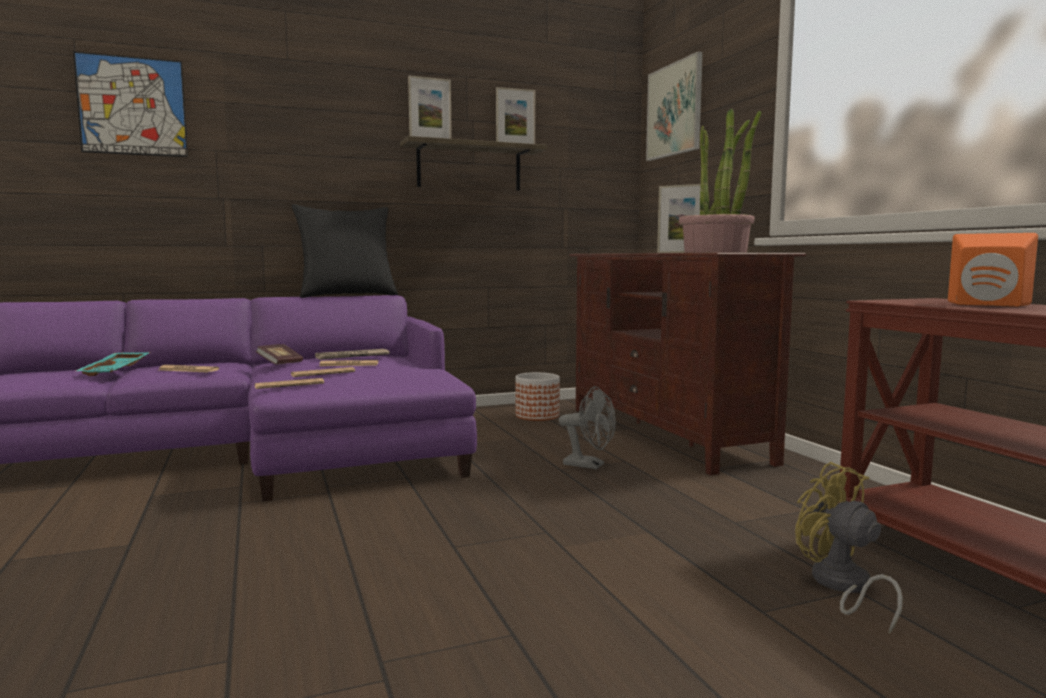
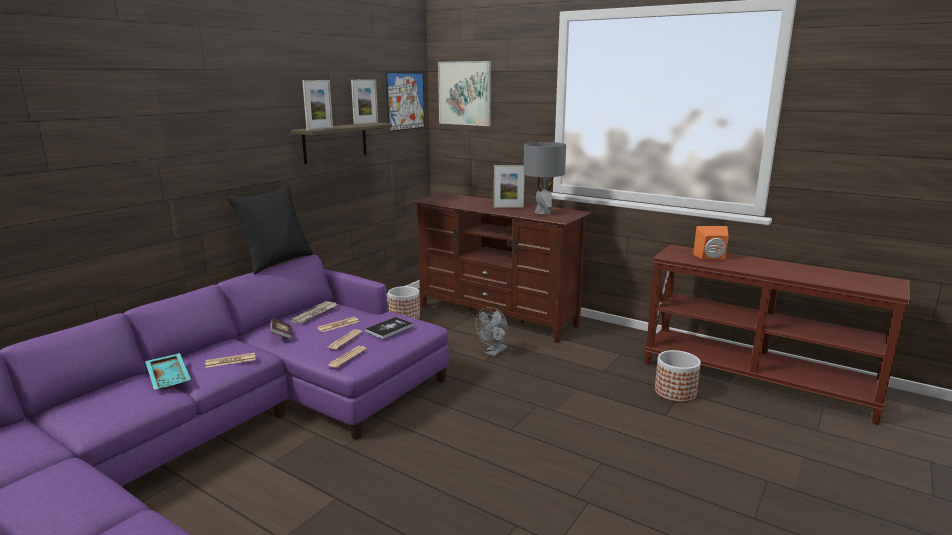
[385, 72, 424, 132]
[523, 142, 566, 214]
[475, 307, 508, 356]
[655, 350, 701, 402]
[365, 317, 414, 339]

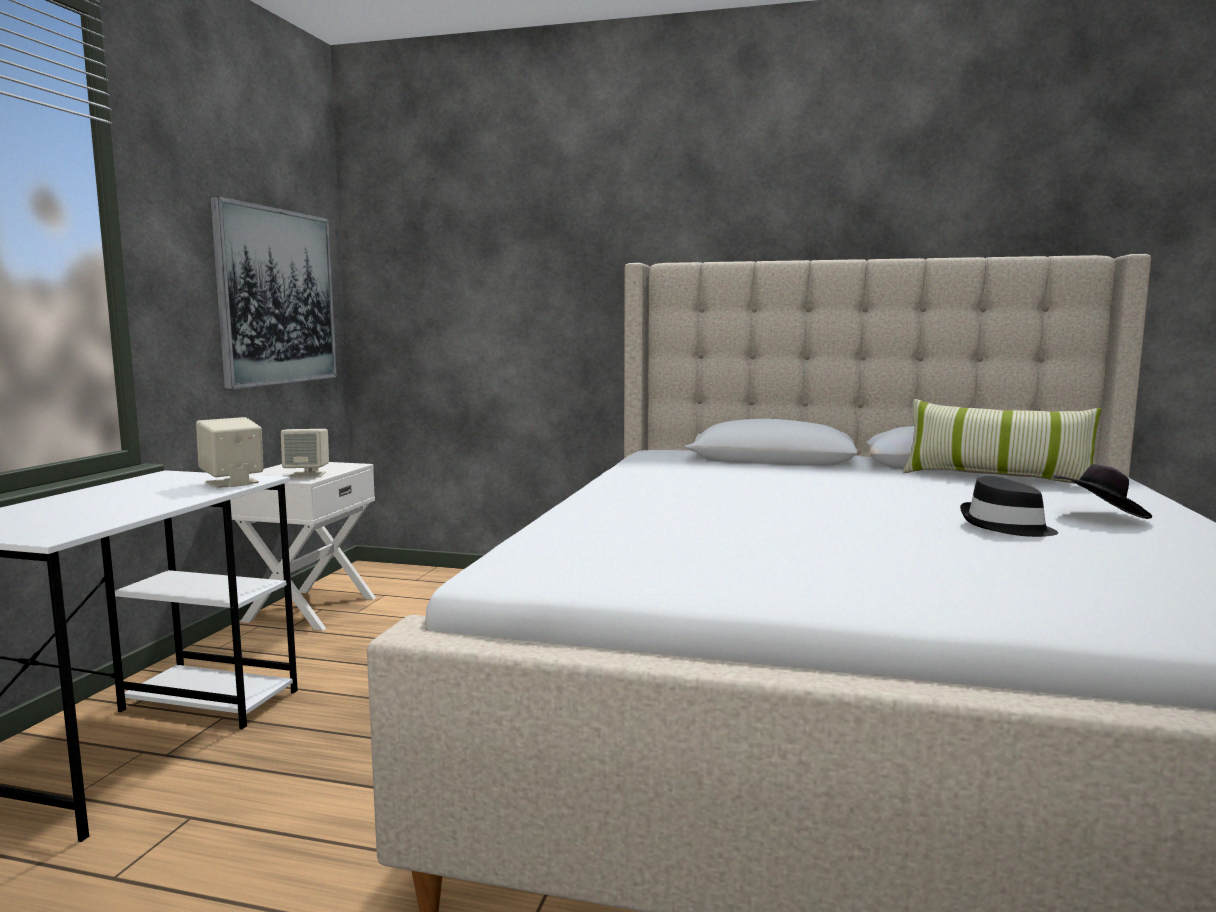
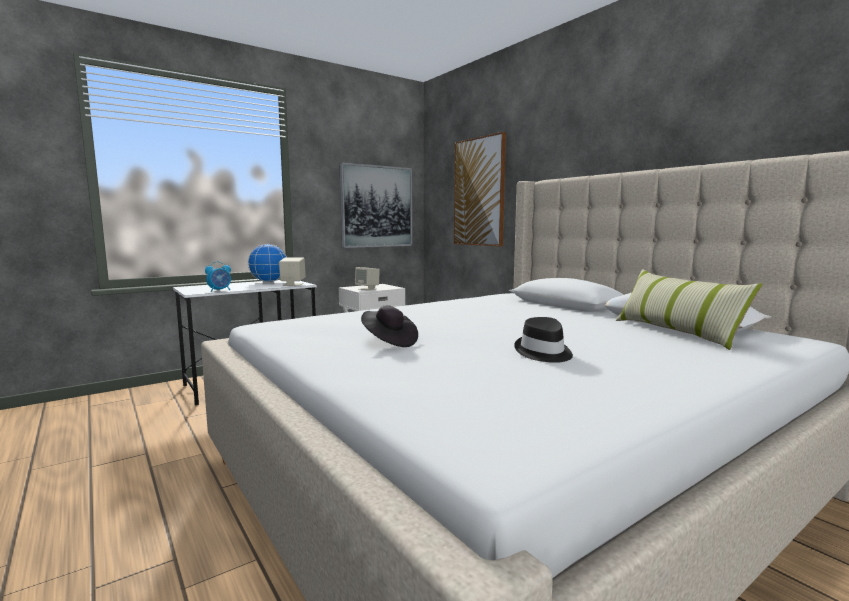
[361, 305, 418, 347]
[454, 132, 506, 246]
[248, 244, 287, 282]
[205, 261, 231, 292]

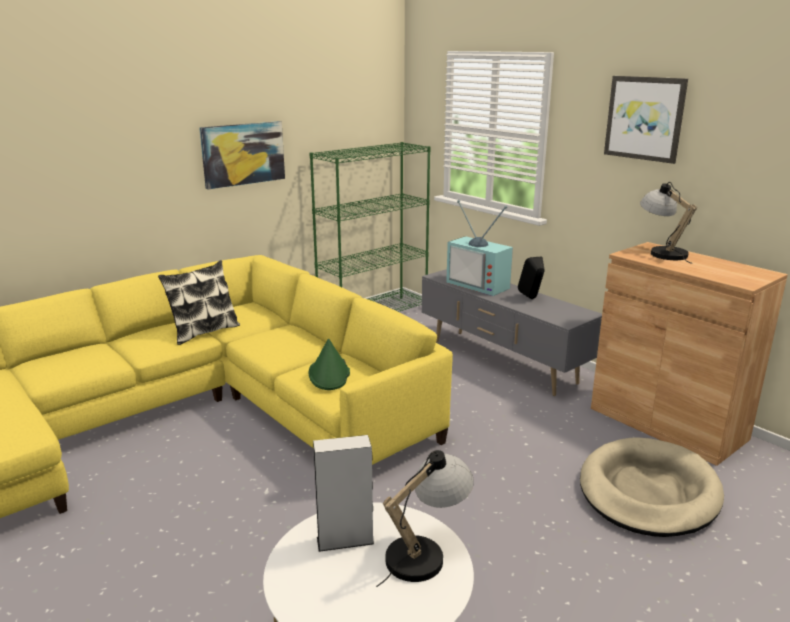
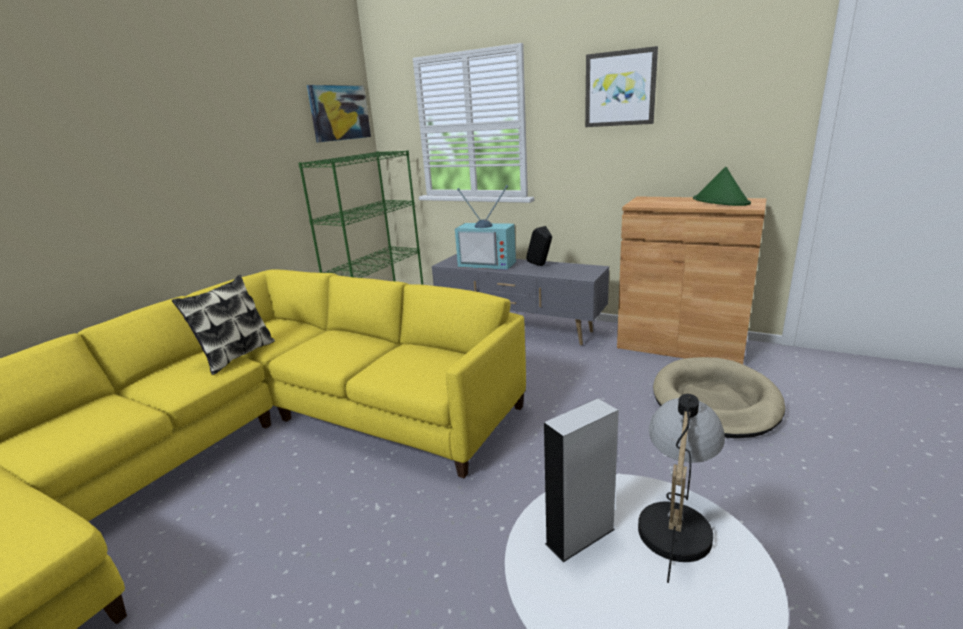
[307, 85, 371, 142]
[640, 182, 697, 264] (first image)
[693, 167, 751, 206]

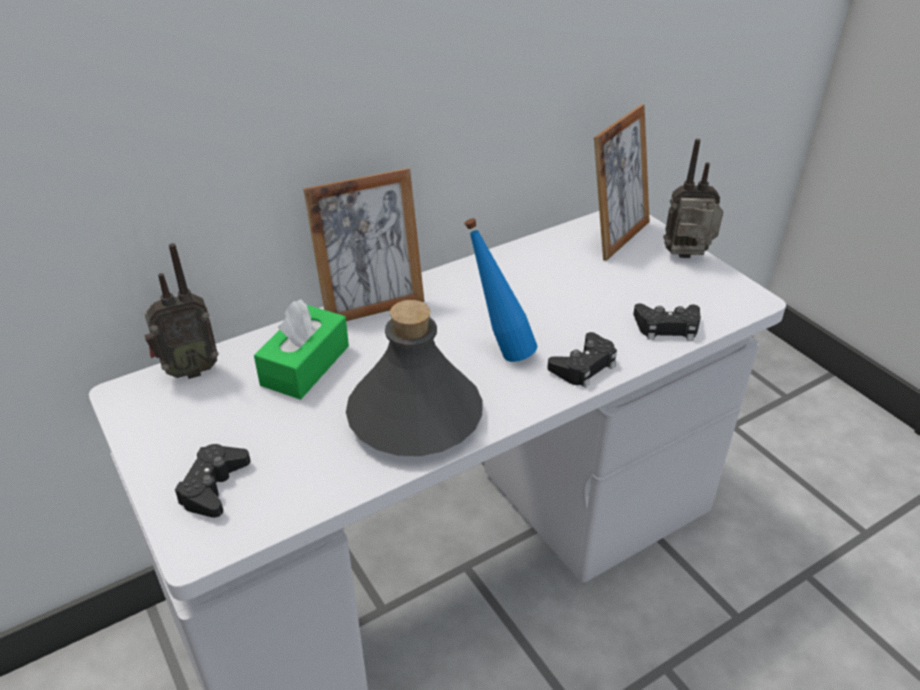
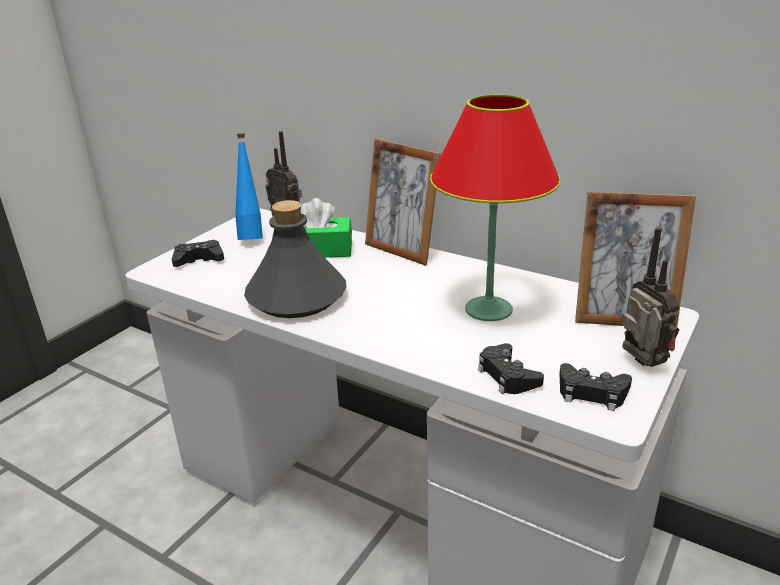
[235, 134, 263, 240]
[560, 363, 632, 411]
[430, 95, 561, 321]

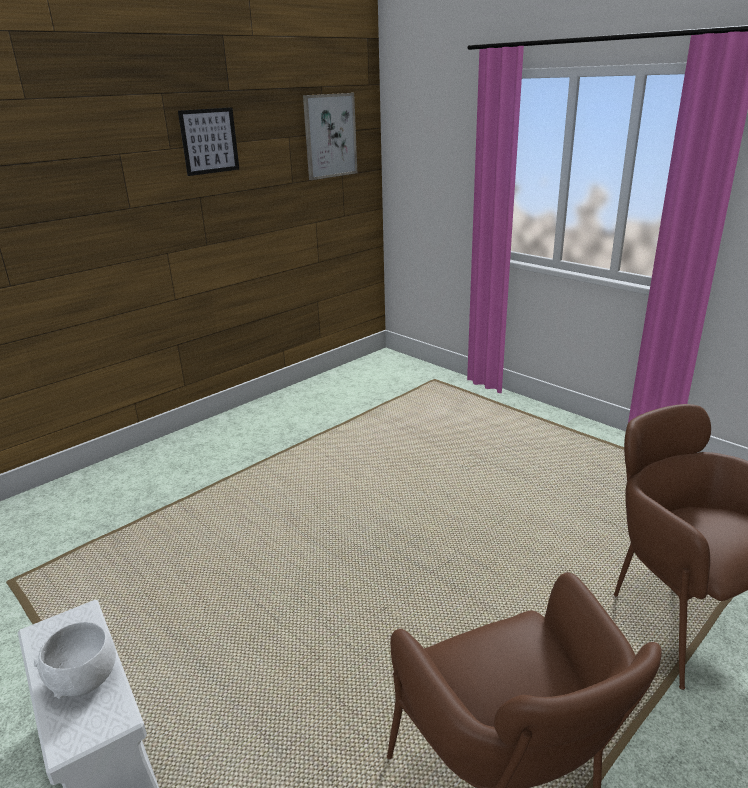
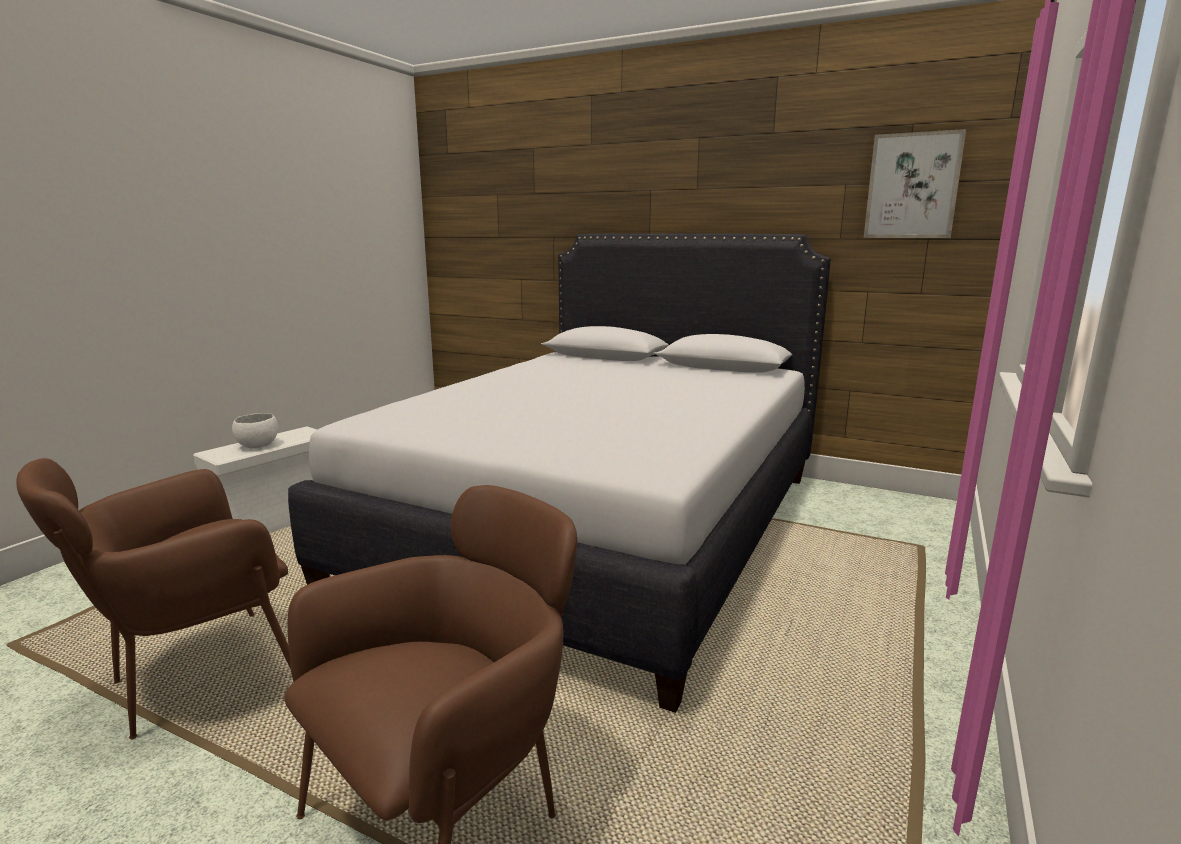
[178, 107, 239, 176] (first image)
[288, 233, 831, 713]

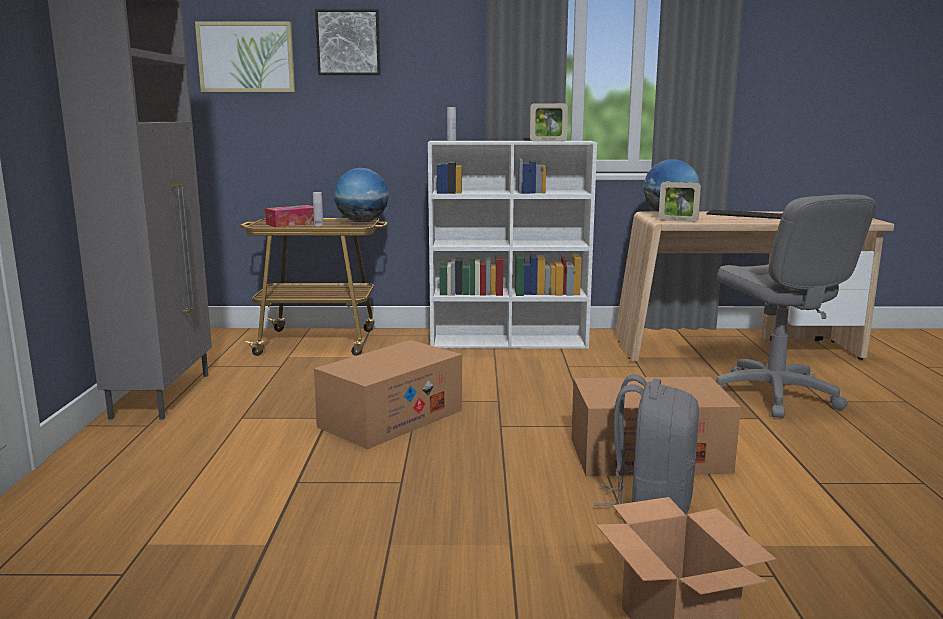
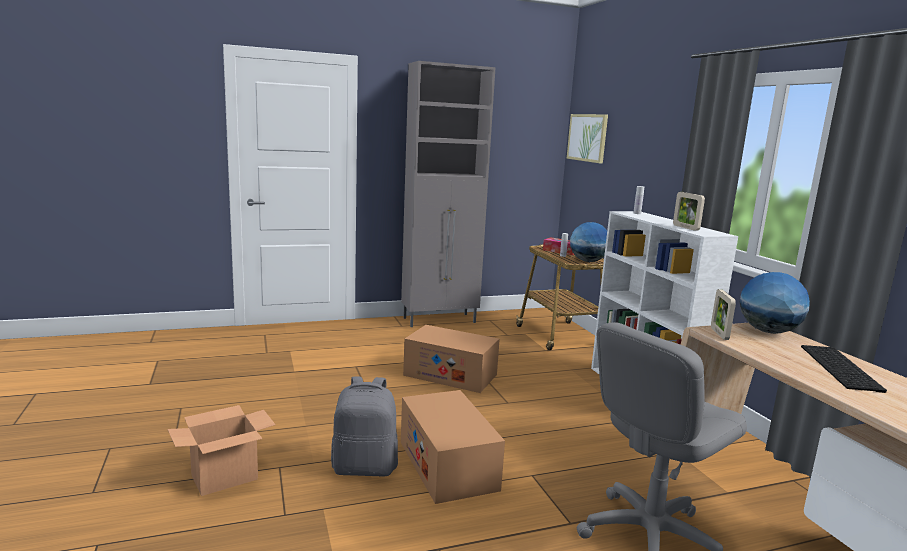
[315, 9, 381, 75] (first image)

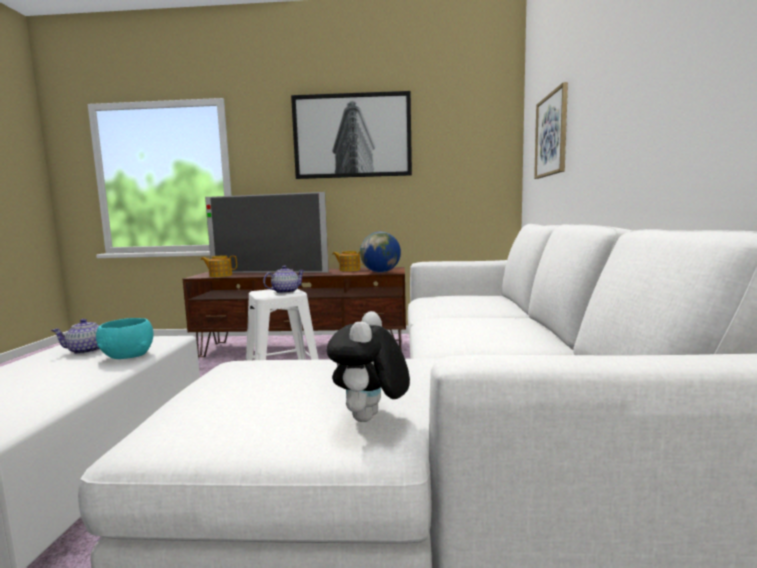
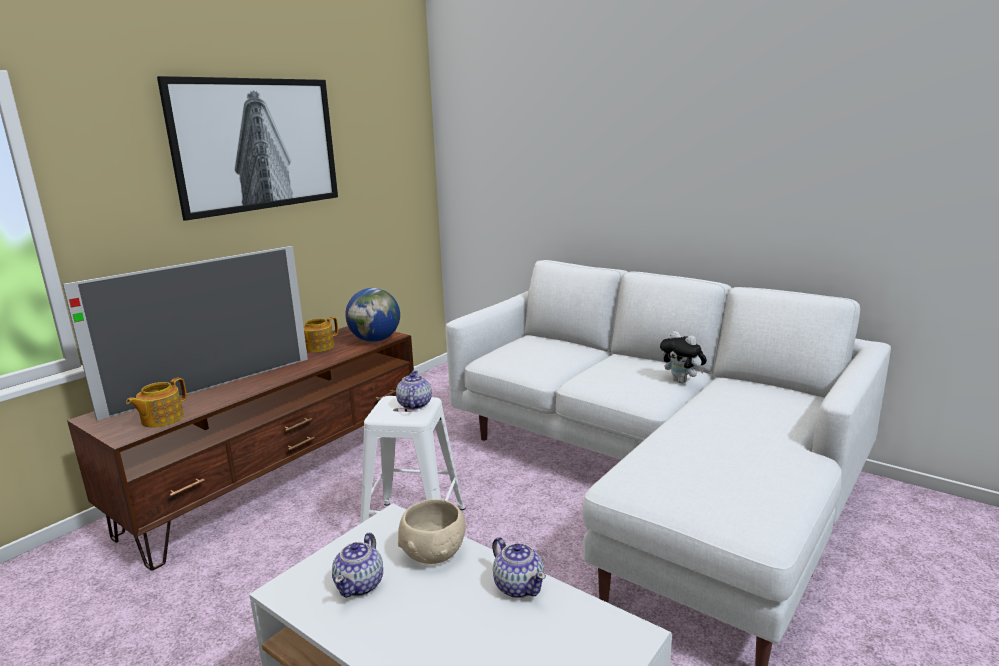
[534, 82, 568, 179] (first image)
[660, 331, 707, 383]
[398, 499, 466, 564]
[492, 537, 546, 598]

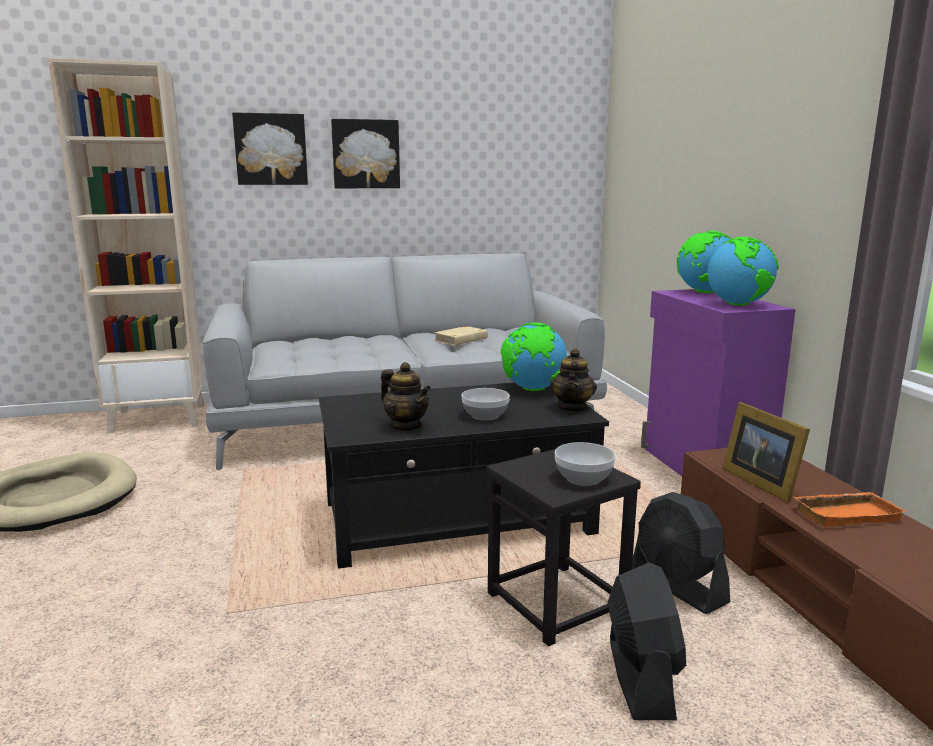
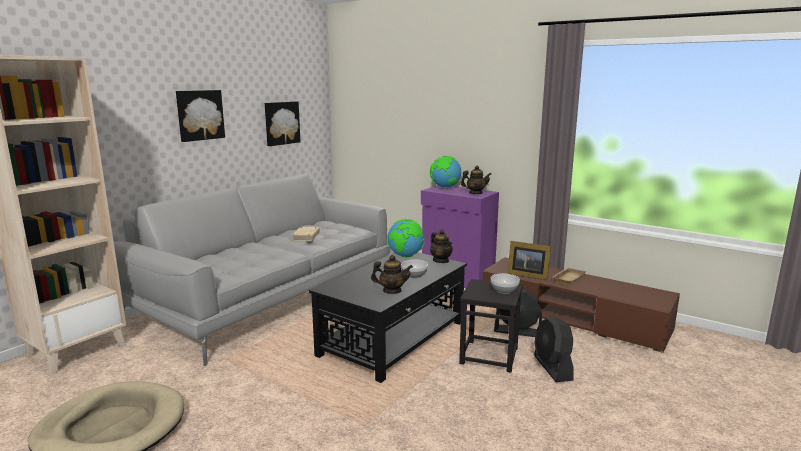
[265, 101, 301, 146]
[461, 166, 491, 194]
[553, 268, 586, 286]
[534, 317, 574, 382]

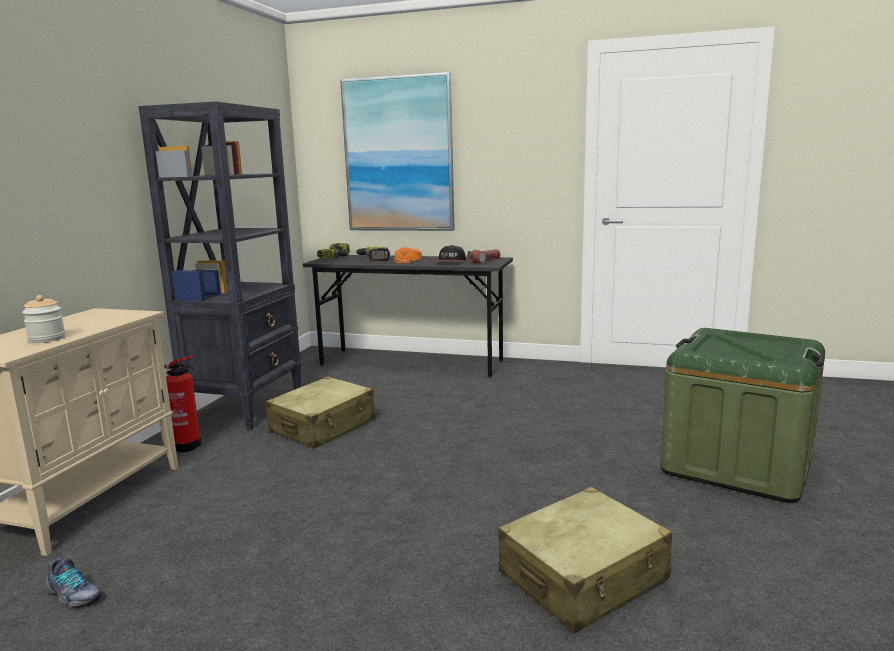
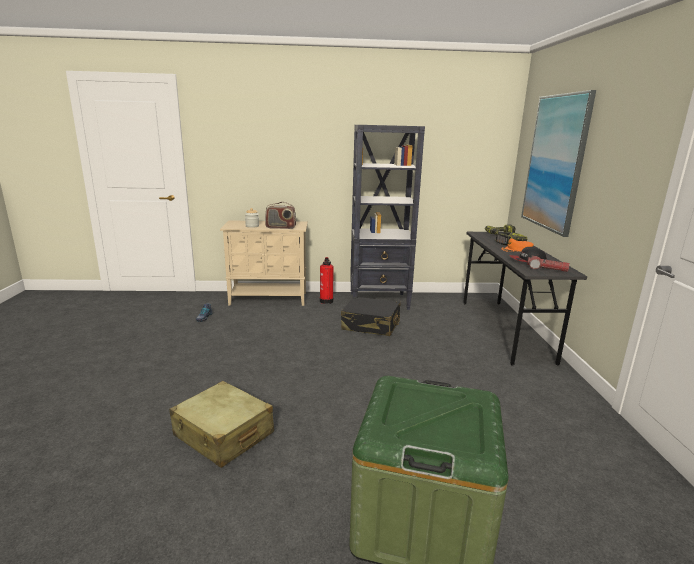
[341, 297, 400, 336]
[265, 202, 296, 229]

